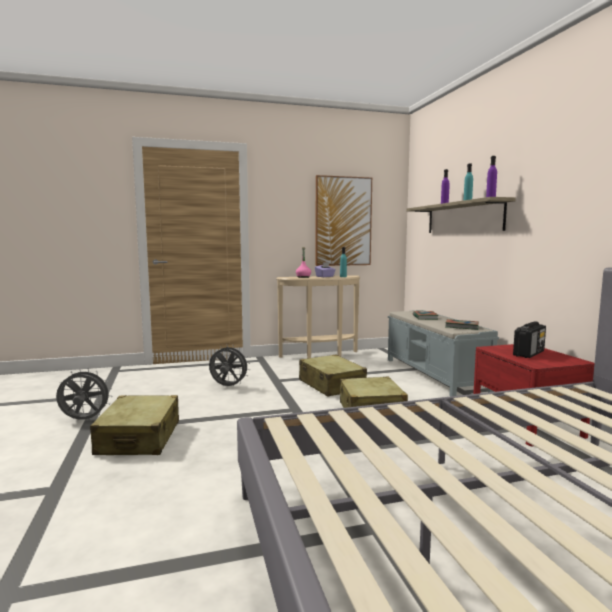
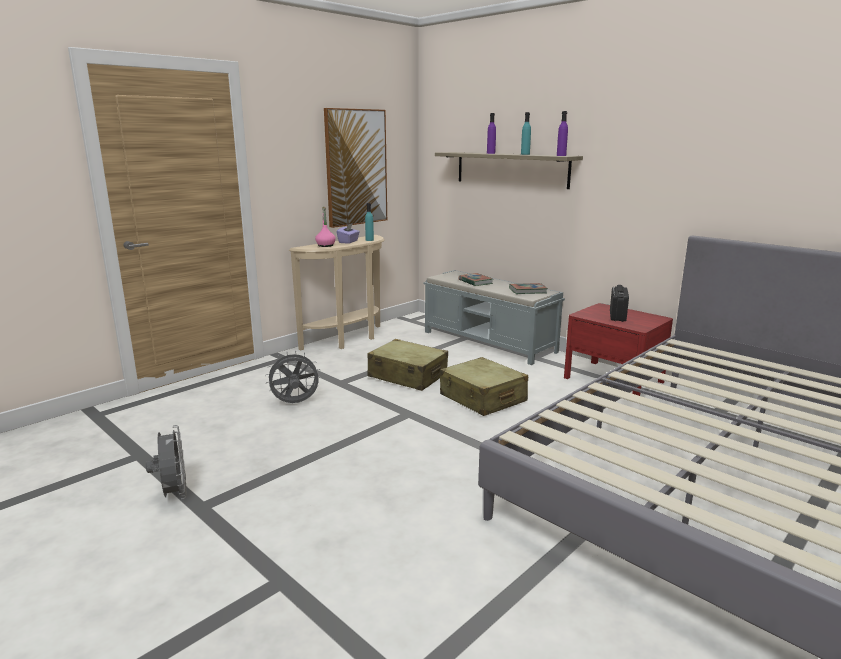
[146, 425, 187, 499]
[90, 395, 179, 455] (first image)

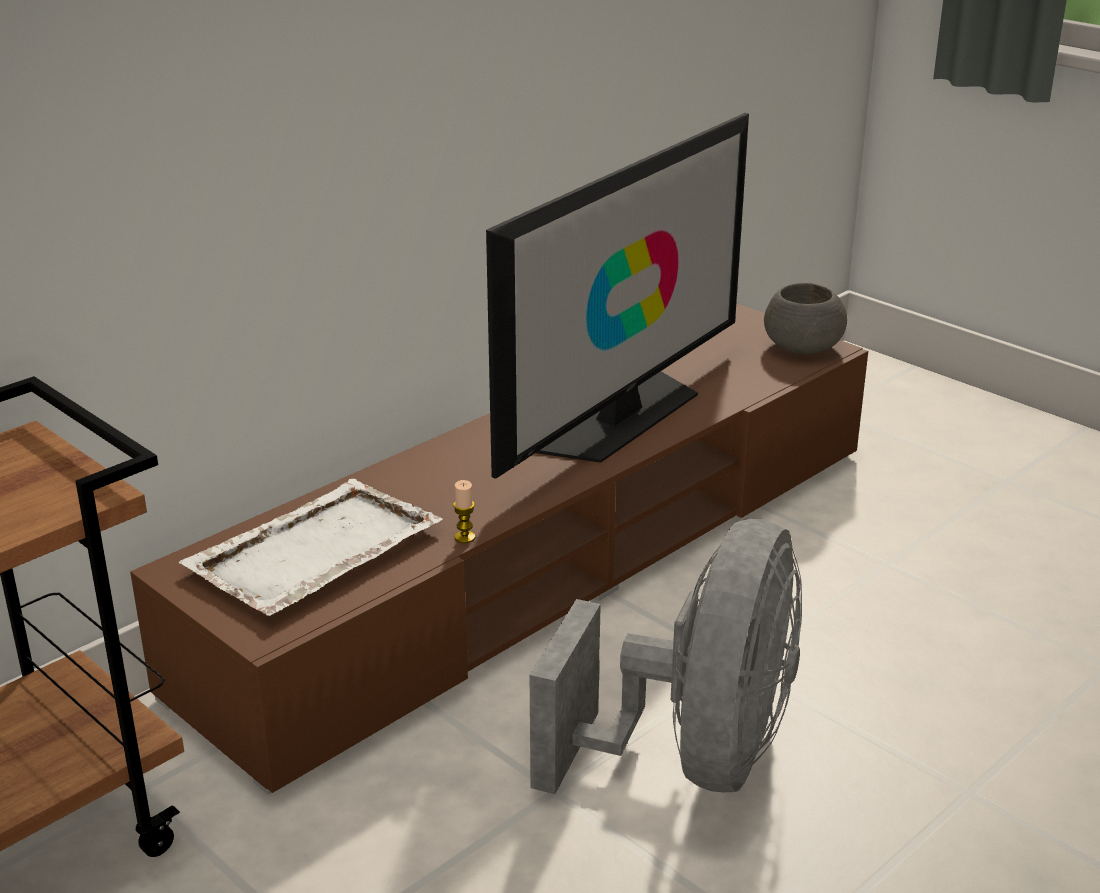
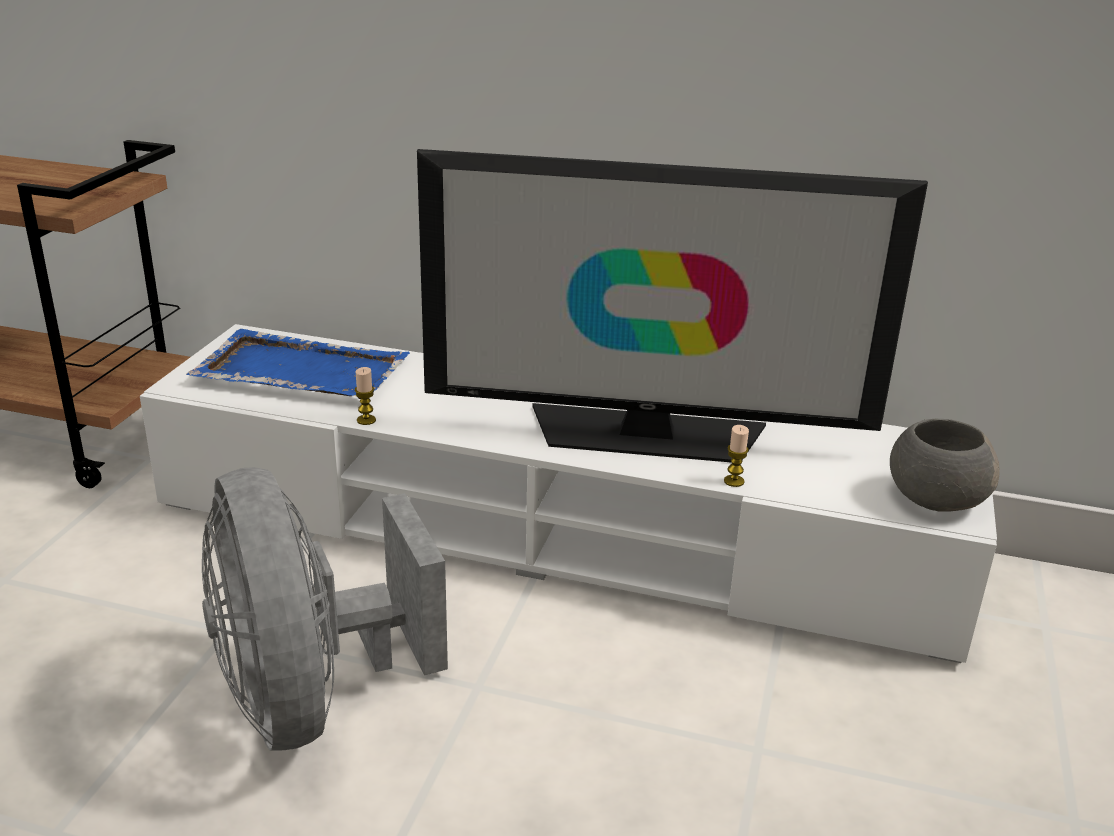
[140, 324, 997, 663]
[186, 329, 410, 399]
[202, 467, 448, 750]
[724, 425, 749, 487]

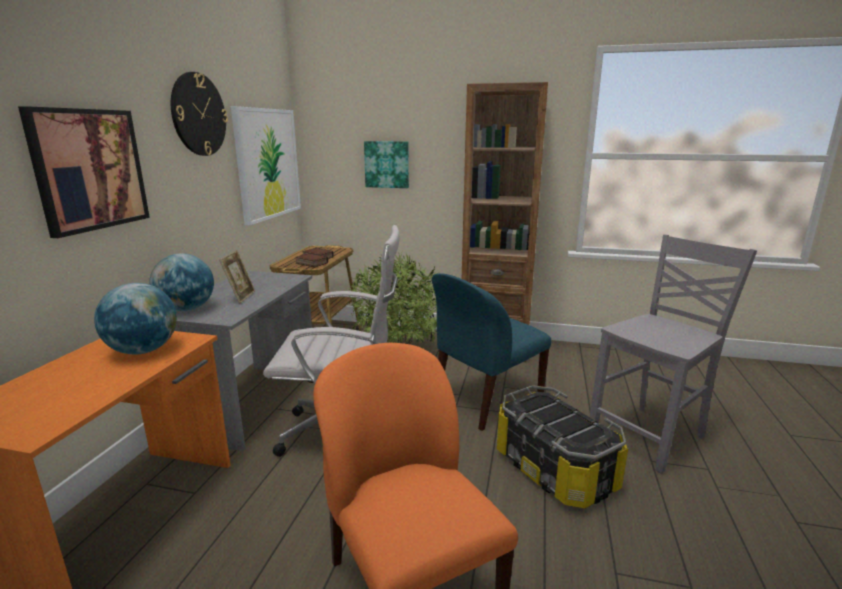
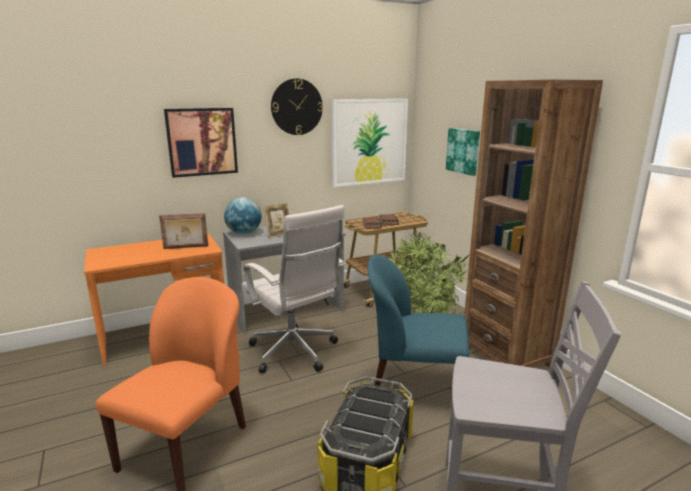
[159, 213, 208, 249]

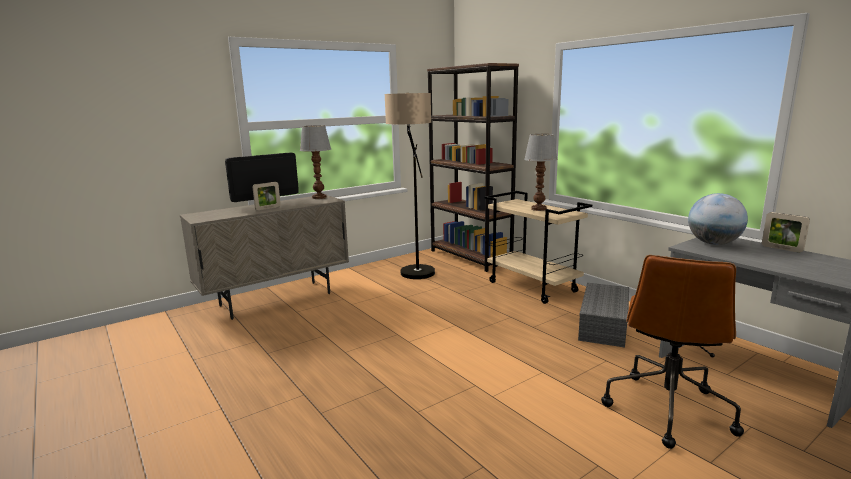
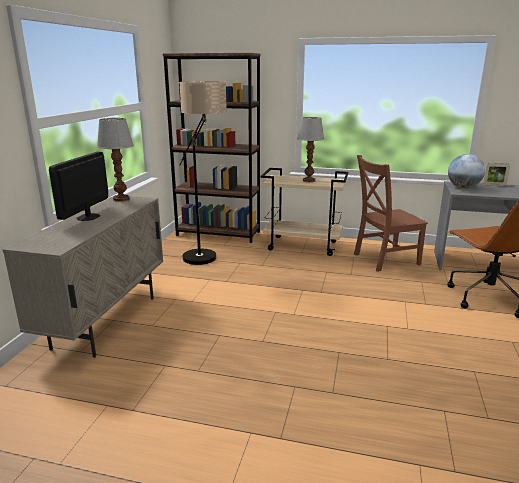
[252, 182, 281, 210] (first image)
[354, 155, 428, 272]

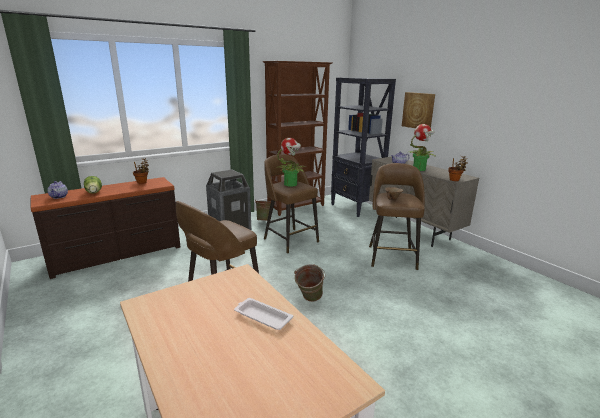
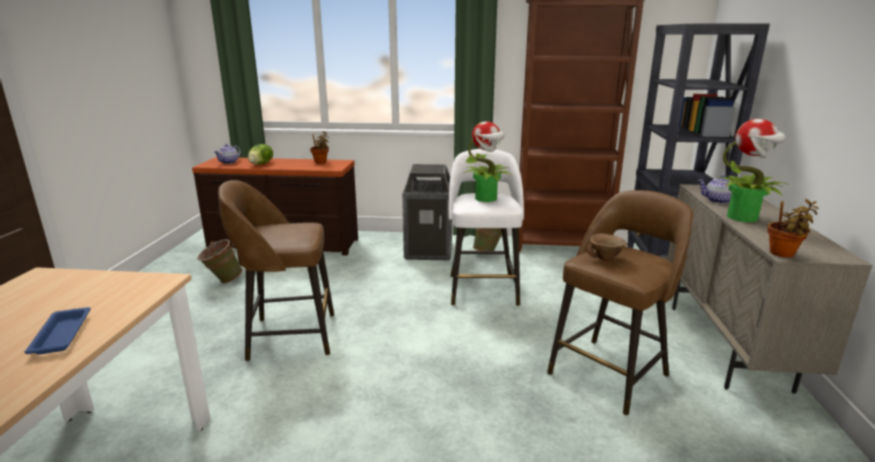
[402, 92, 435, 128] (first image)
[448, 149, 524, 306]
[198, 239, 243, 283]
[24, 307, 91, 355]

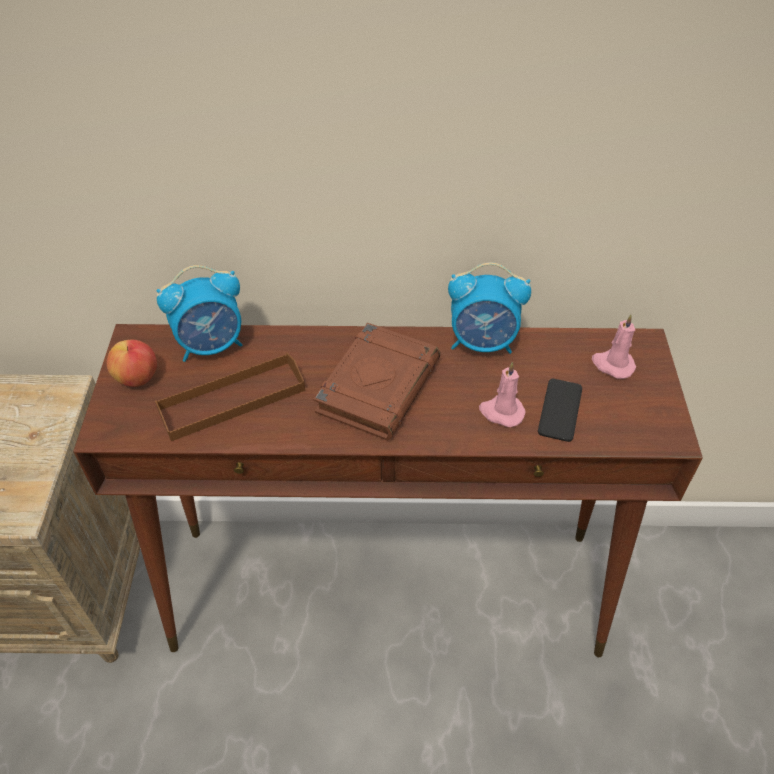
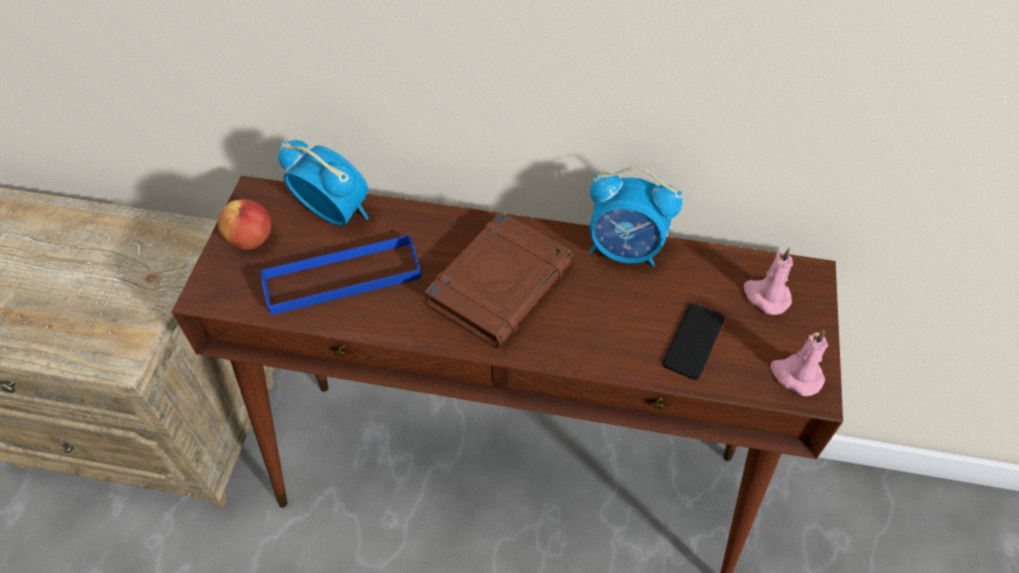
[278, 140, 369, 226]
[261, 234, 421, 315]
[771, 330, 828, 396]

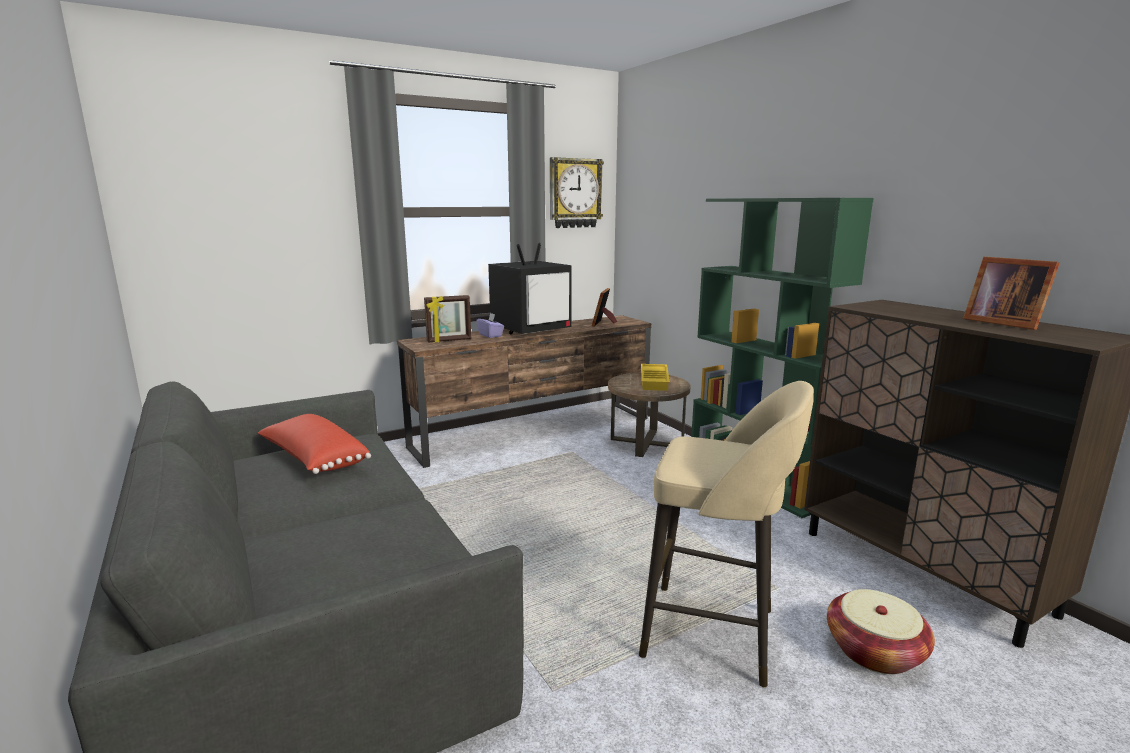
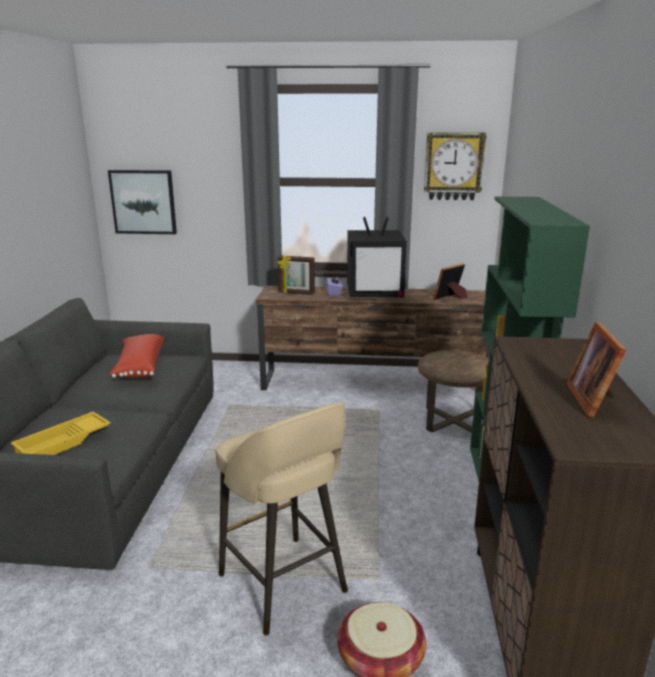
[11, 412, 111, 455]
[108, 170, 177, 234]

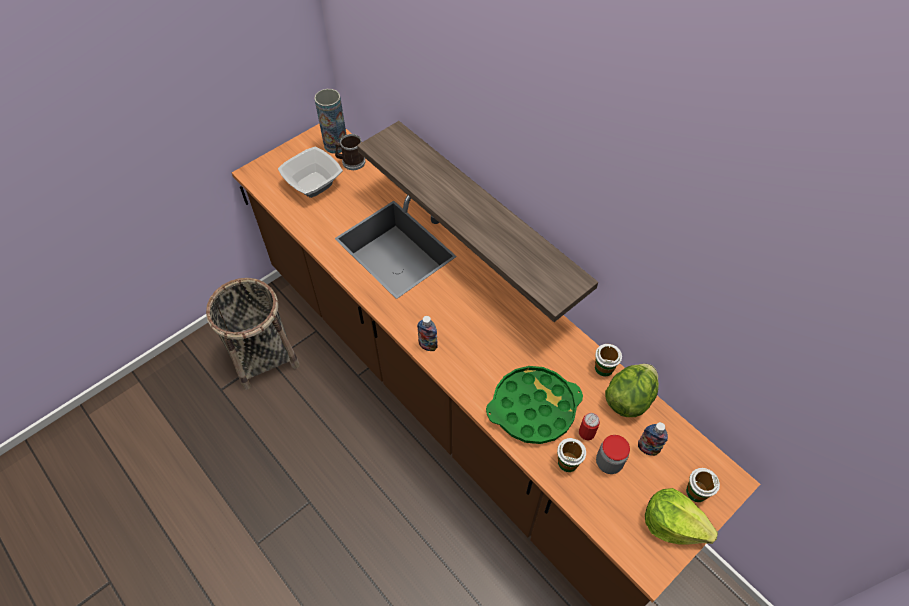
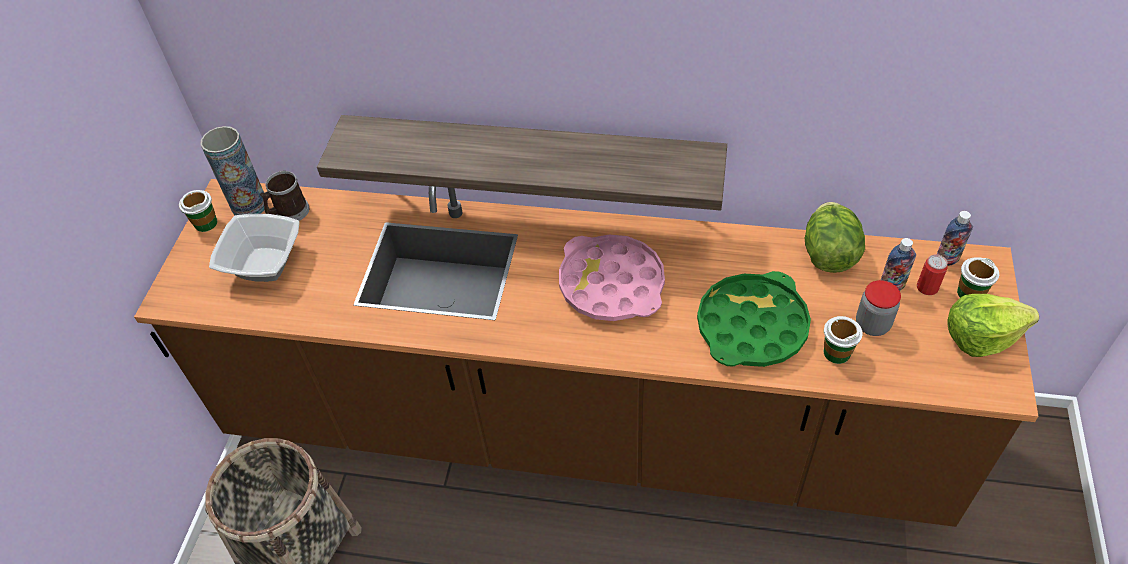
[936, 211, 973, 266]
[179, 190, 217, 232]
[917, 254, 948, 295]
[559, 235, 665, 321]

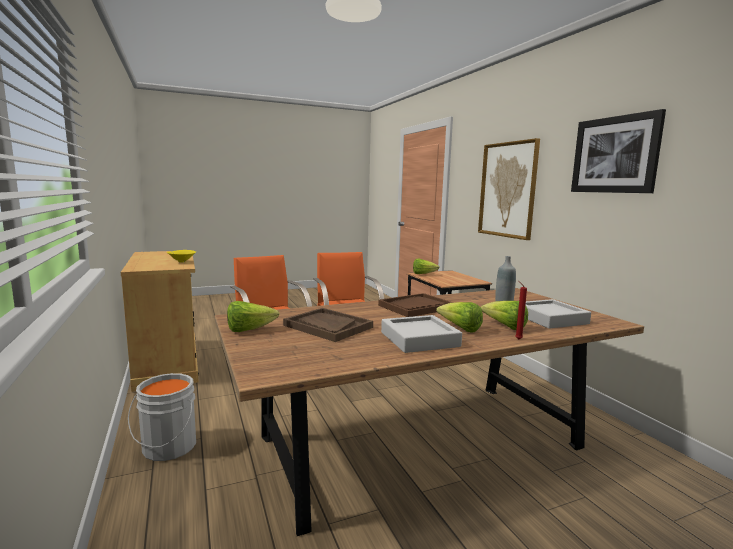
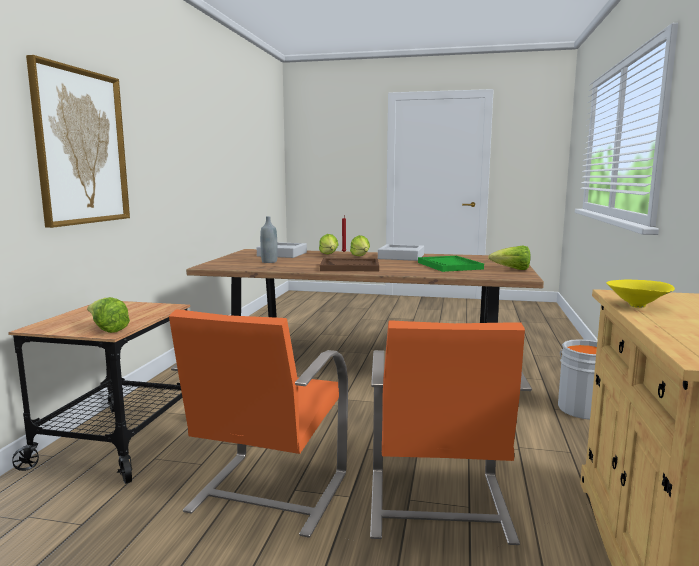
[571, 109, 666, 193] (first image)
[418, 256, 484, 272]

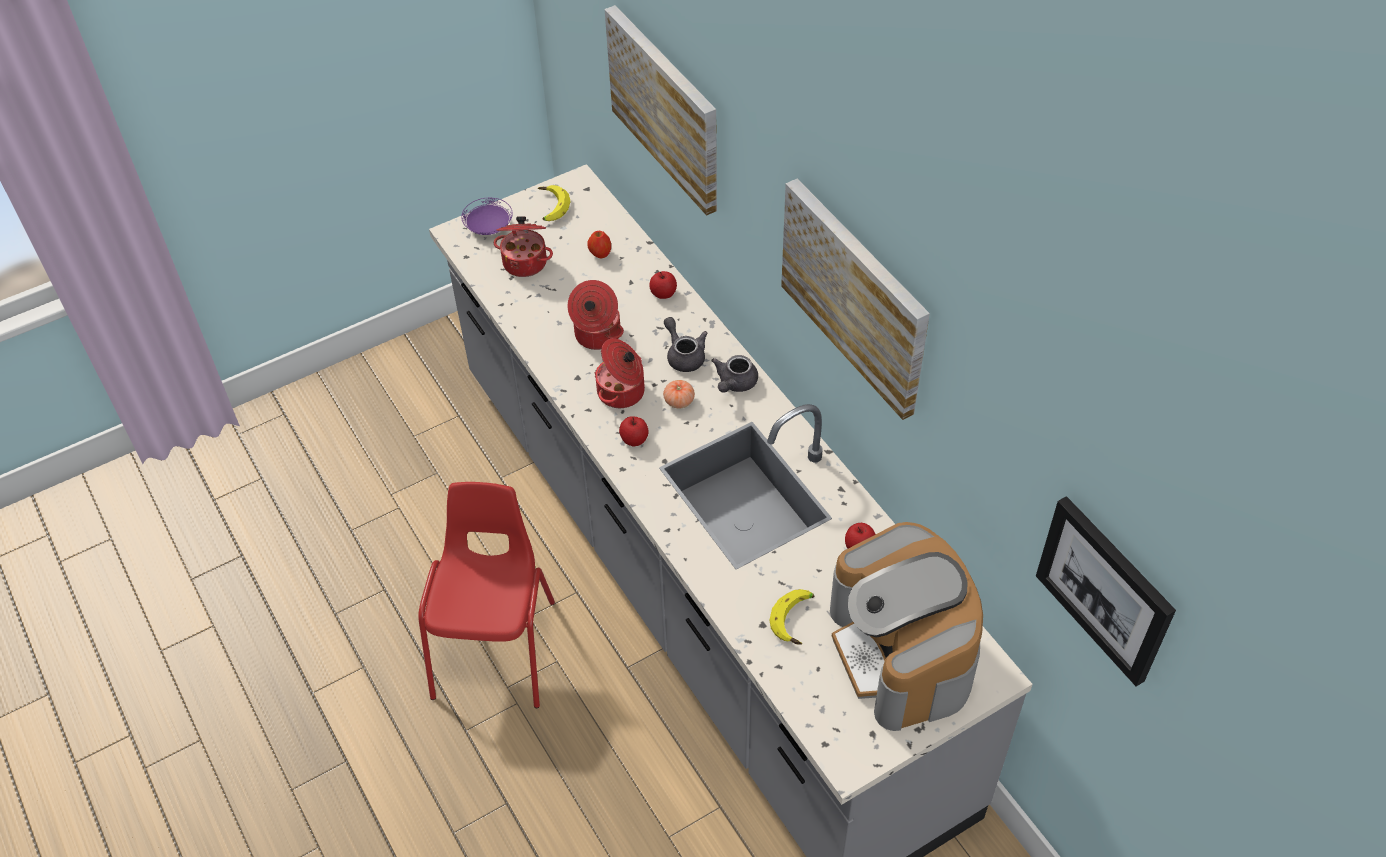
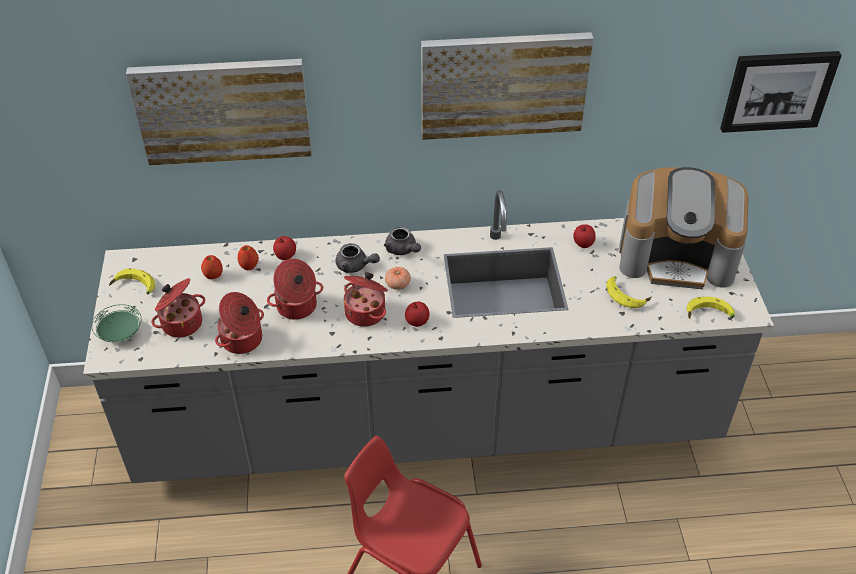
[92, 304, 141, 342]
[336, 243, 380, 273]
[238, 245, 259, 270]
[215, 292, 264, 354]
[687, 296, 735, 319]

